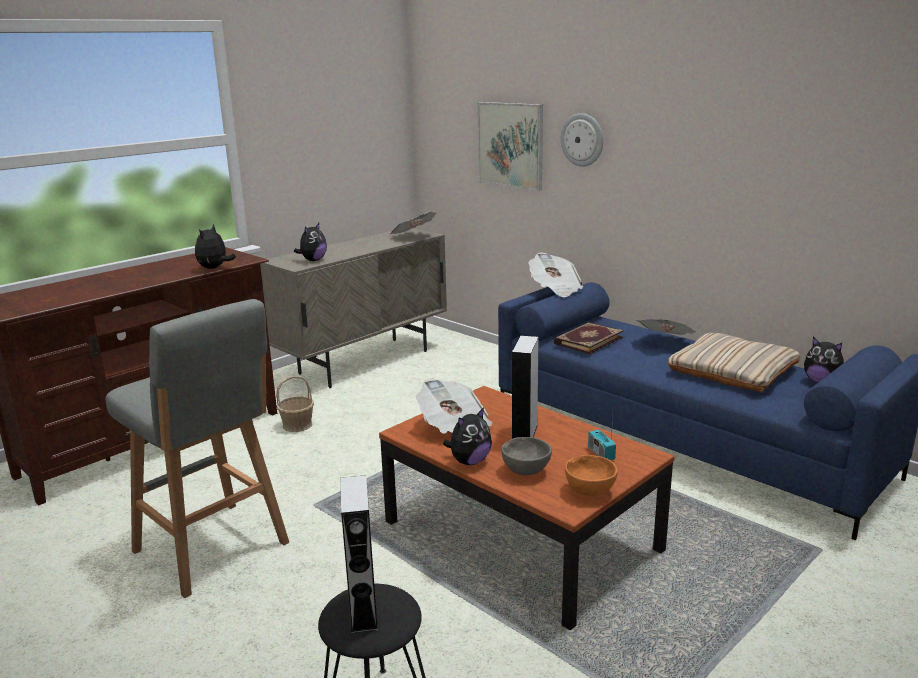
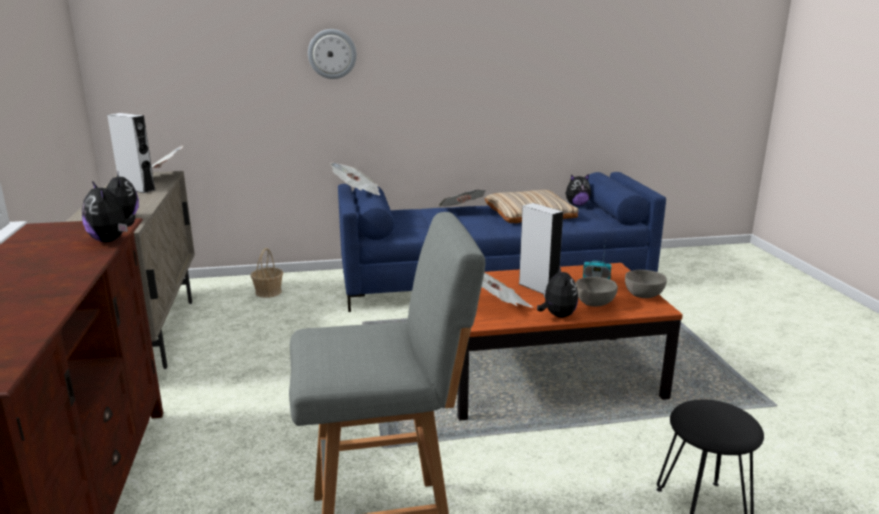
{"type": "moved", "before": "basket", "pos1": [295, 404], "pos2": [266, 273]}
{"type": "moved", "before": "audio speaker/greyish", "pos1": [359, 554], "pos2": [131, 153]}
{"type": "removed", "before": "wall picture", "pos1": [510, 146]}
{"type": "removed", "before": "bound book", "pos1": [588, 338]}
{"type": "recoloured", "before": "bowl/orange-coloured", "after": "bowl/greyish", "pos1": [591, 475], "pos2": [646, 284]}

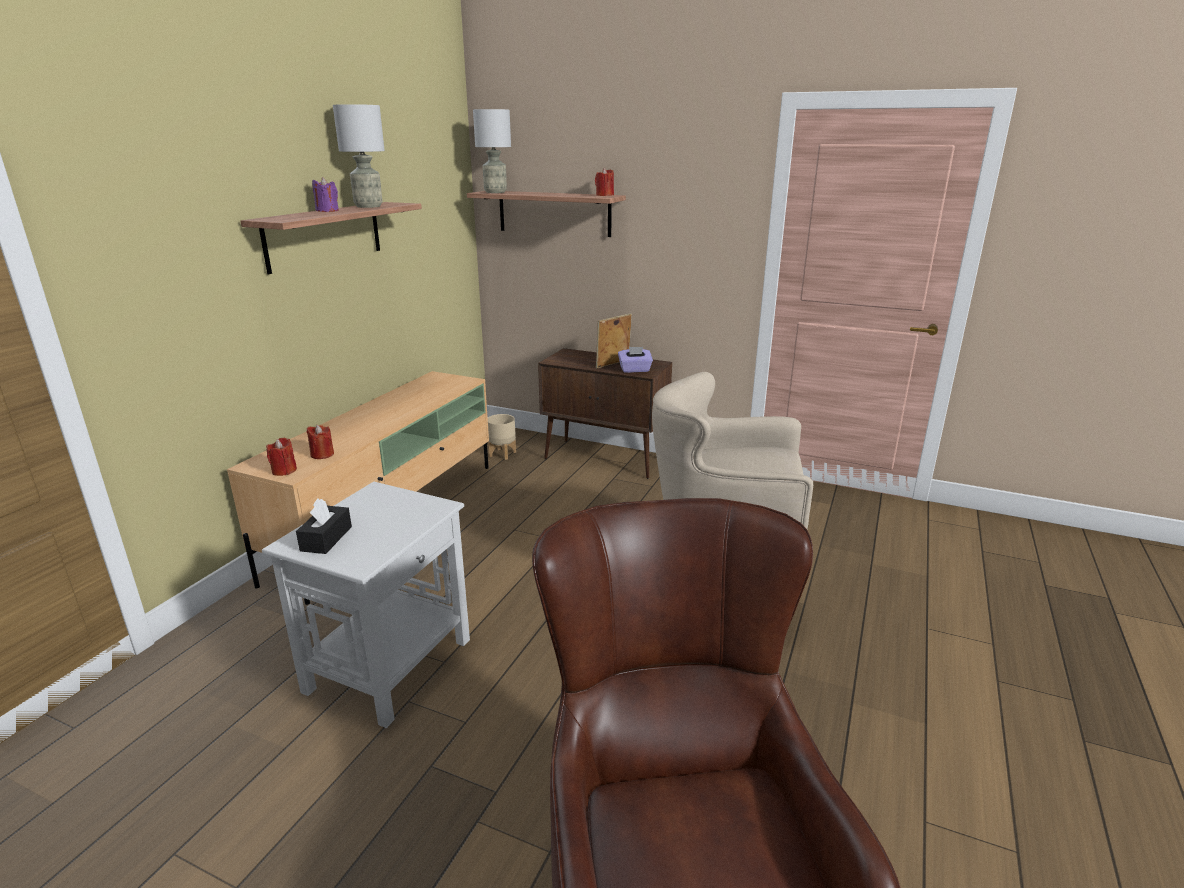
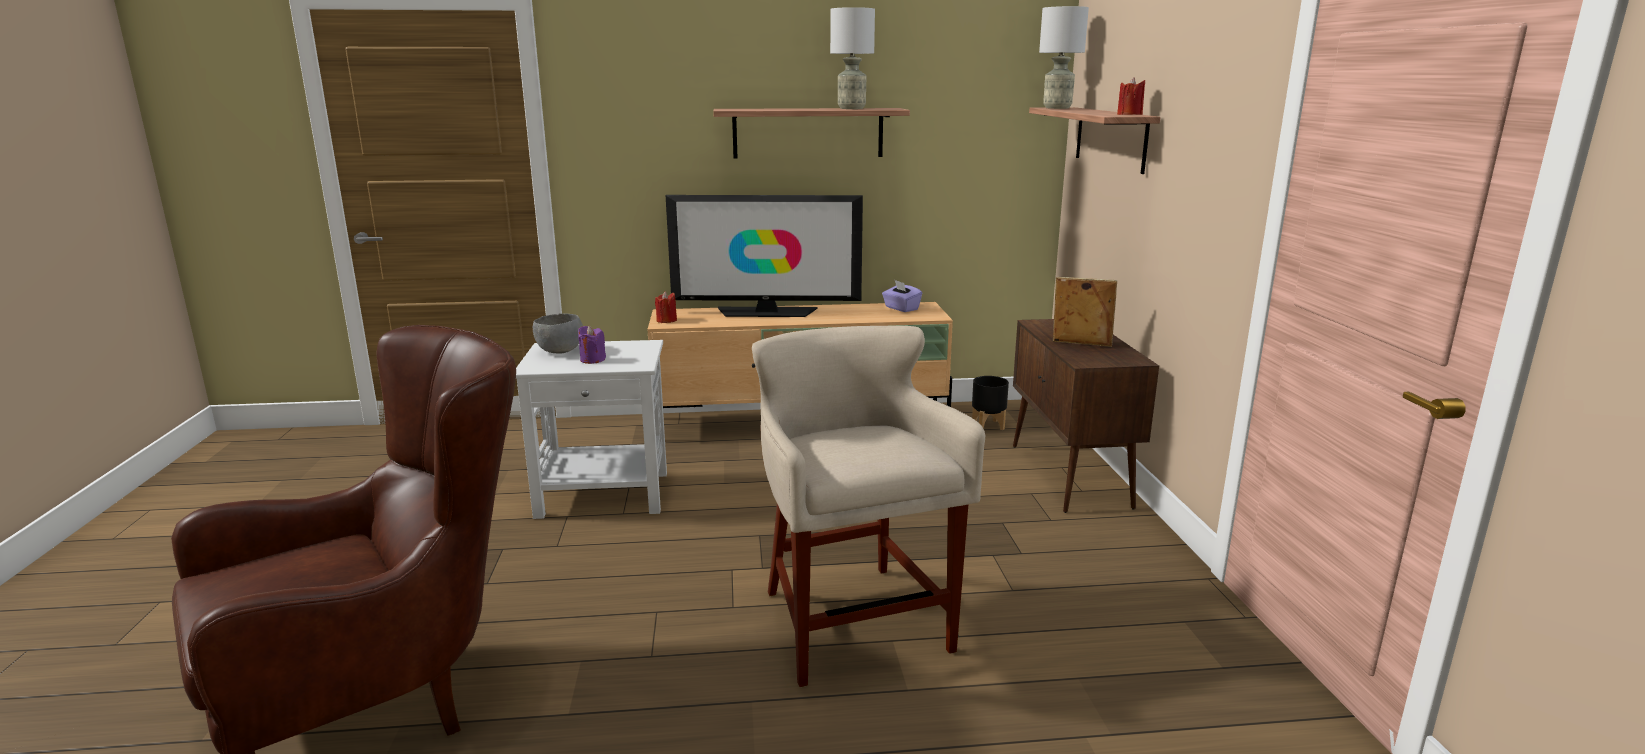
{"type": "replaced", "before": "box of tissues/blackish", "after": "bowl/greyish", "pos1": [324, 526], "pos2": [558, 333]}
{"type": "removed", "before": "wax candle/red-coloured", "pos1": [320, 442]}
{"type": "moved", "before": "wax candle/purple", "pos1": [325, 194], "pos2": [592, 344]}
{"type": "recoloured", "before": "plant pot/sand-coloured", "after": "plant pot/blackish", "pos1": [502, 437], "pos2": [990, 403]}
{"type": "moved", "before": "box of tissues/purple", "pos1": [635, 360], "pos2": [902, 296]}
{"type": "added", "after": "TV", "pos2": [764, 256]}

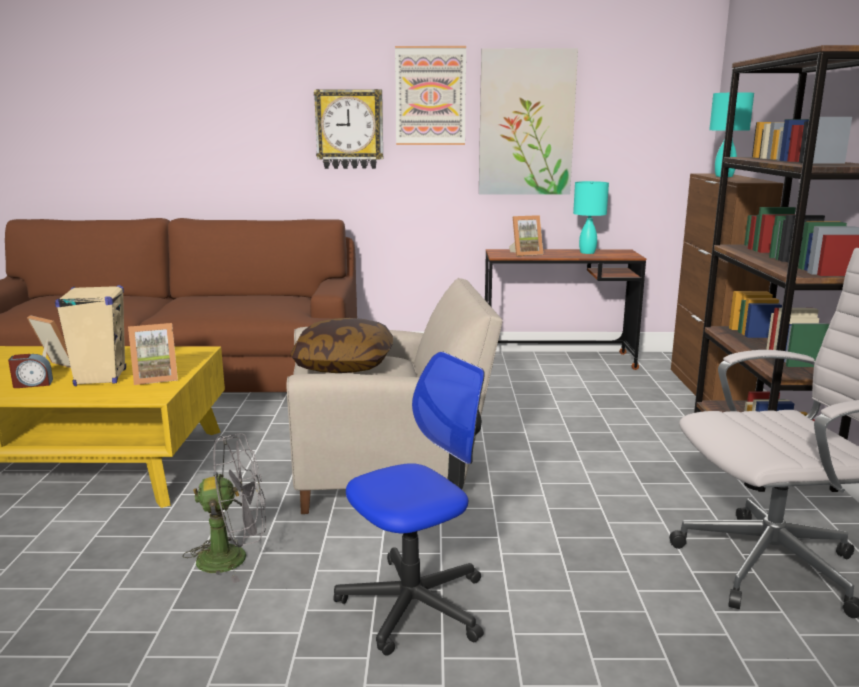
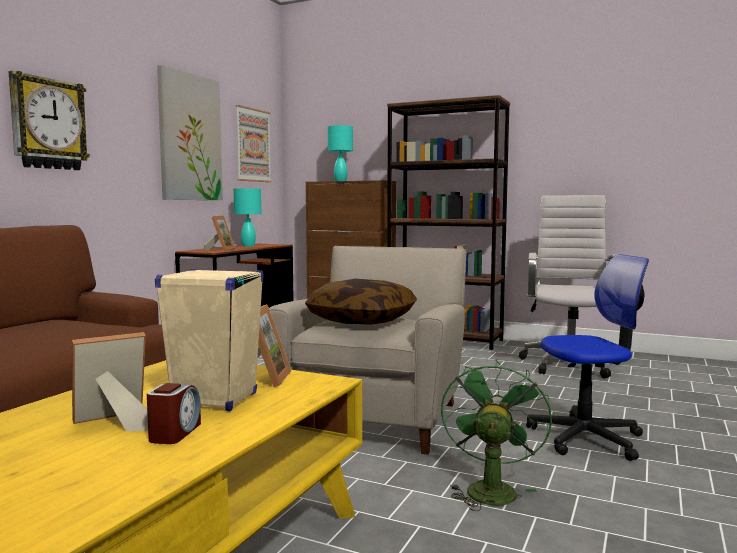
{"type": "recoloured", "before": "cooling fan/greyish", "after": "cooling fan/green-coloured", "pos1": [224, 508], "pos2": [496, 435]}
{"type": "turned", "before": "office chair", "pos1": [409, 504], "pos2": [587, 357], "turn": 90}
{"type": "moved", "before": "wall picture", "pos1": [430, 95], "pos2": [254, 143]}

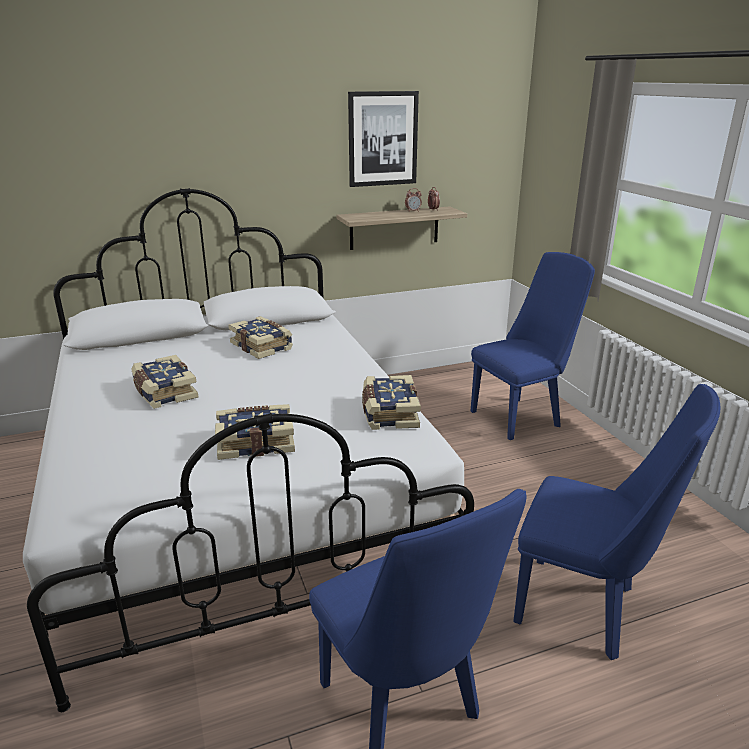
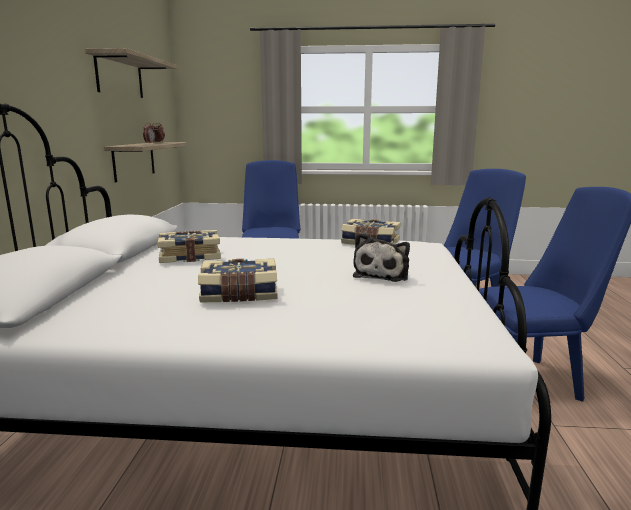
{"type": "replaced", "before": "bound book", "after": "plush toy", "pos1": [255, 432], "pos2": [381, 257]}
{"type": "replaced", "before": "wall picture", "after": "wall shelf", "pos1": [383, 139], "pos2": [131, 73]}

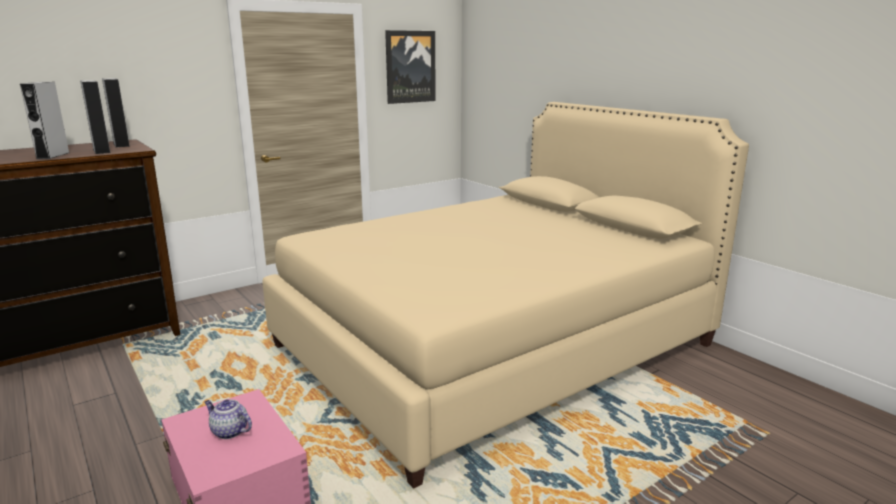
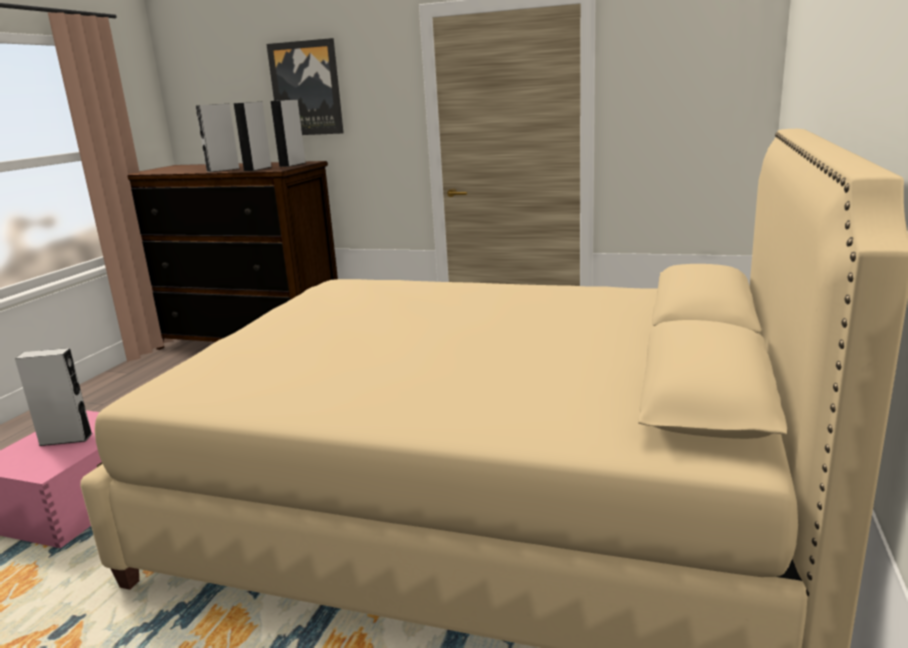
{"type": "replaced", "before": "teapot", "after": "audio speaker/greyish", "pos1": [228, 419], "pos2": [53, 397]}
{"type": "moved", "before": "wall picture", "pos1": [410, 67], "pos2": [305, 86]}

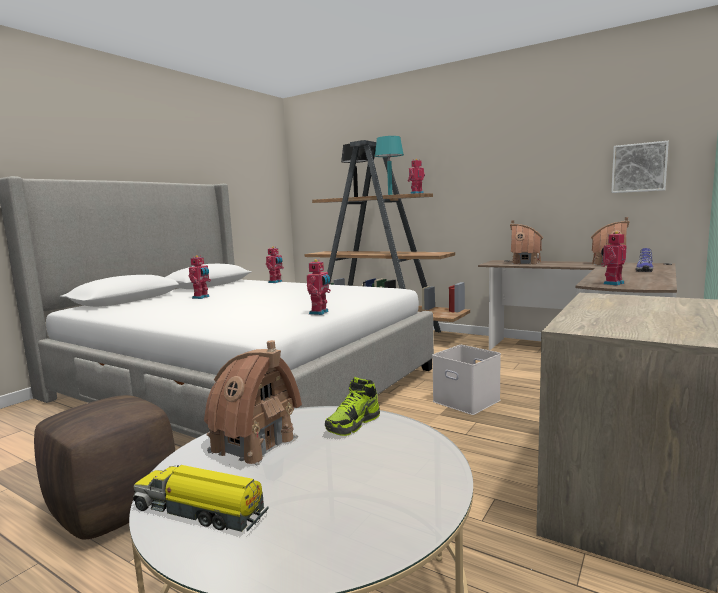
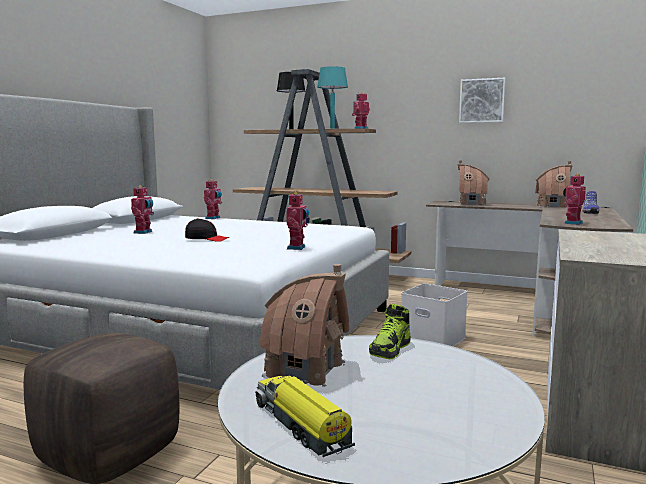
{"type": "turned", "before": "toy truck", "pos1": [201, 498], "pos2": [305, 416], "turn": 45}
{"type": "moved", "before": "wall picture", "pos1": [640, 167], "pos2": [482, 100]}
{"type": "added", "after": "peaked cap/blackish", "pos2": [207, 230]}

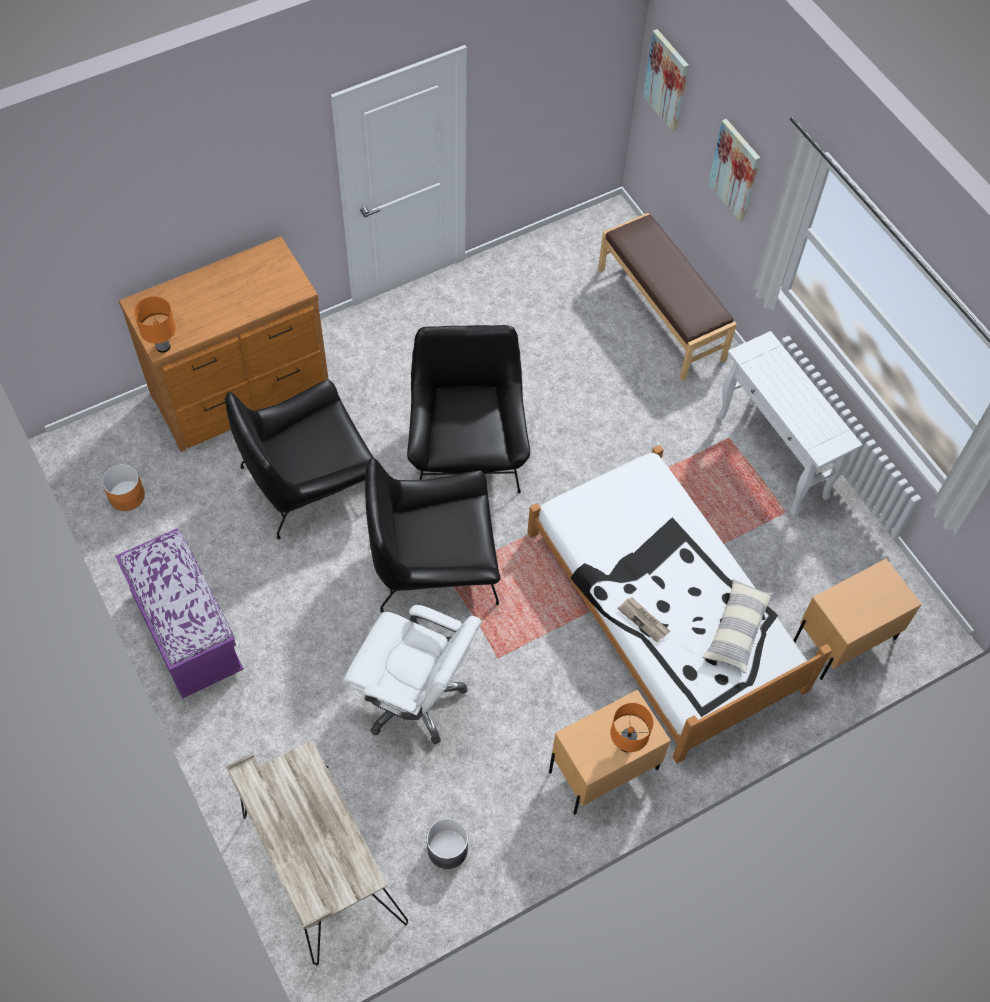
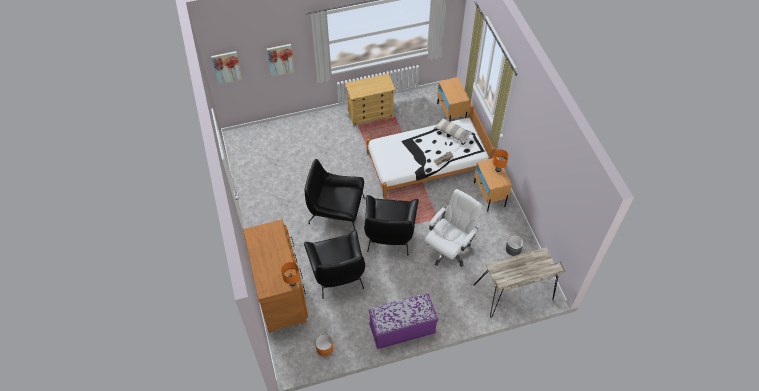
{"type": "removed", "before": "bench/brownish", "pos1": [667, 297]}
{"type": "replaced", "before": "hall table/whitish", "after": "drawer chest/sand-coloured", "pos1": [789, 423], "pos2": [370, 100]}

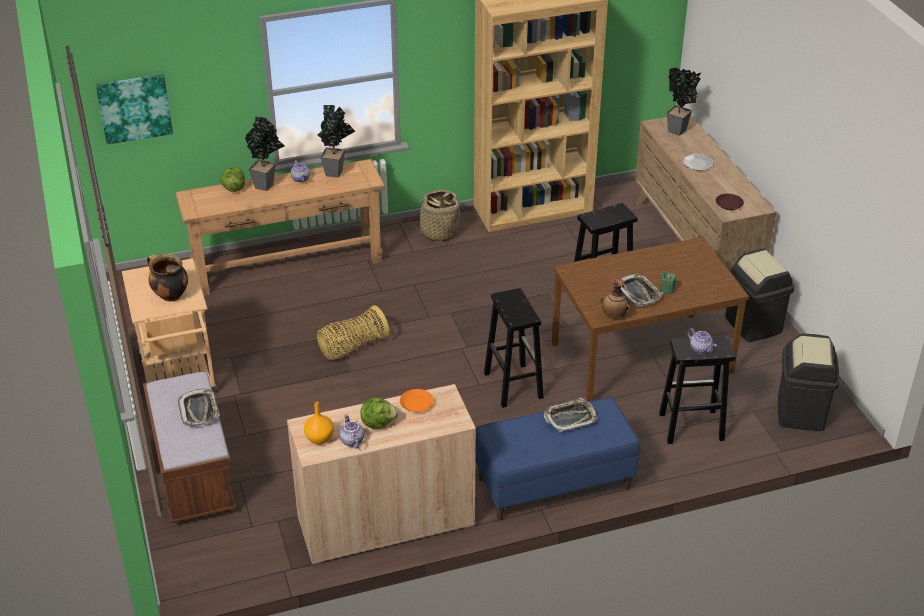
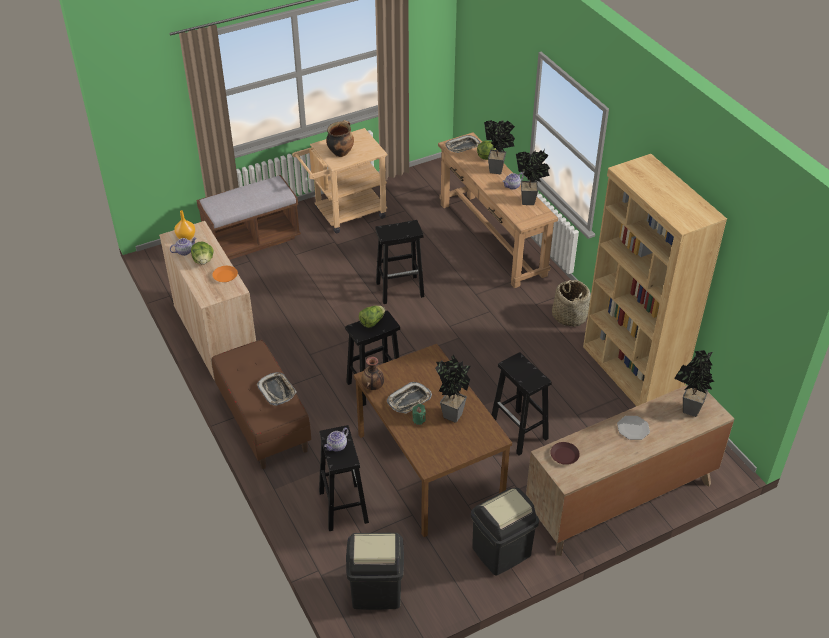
{"type": "removed", "before": "wall picture", "pos1": [134, 109]}
{"type": "moved", "before": "carrying tray", "pos1": [199, 408], "pos2": [463, 144]}
{"type": "replaced", "before": "basket", "after": "sitting stool/blackish", "pos1": [353, 332], "pos2": [399, 262]}
{"type": "recoloured", "before": "bench/blue", "after": "bench/brownish", "pos1": [557, 458], "pos2": [261, 404]}
{"type": "added", "after": "lettuce", "pos2": [372, 317]}
{"type": "added", "after": "potted plant", "pos2": [453, 389]}

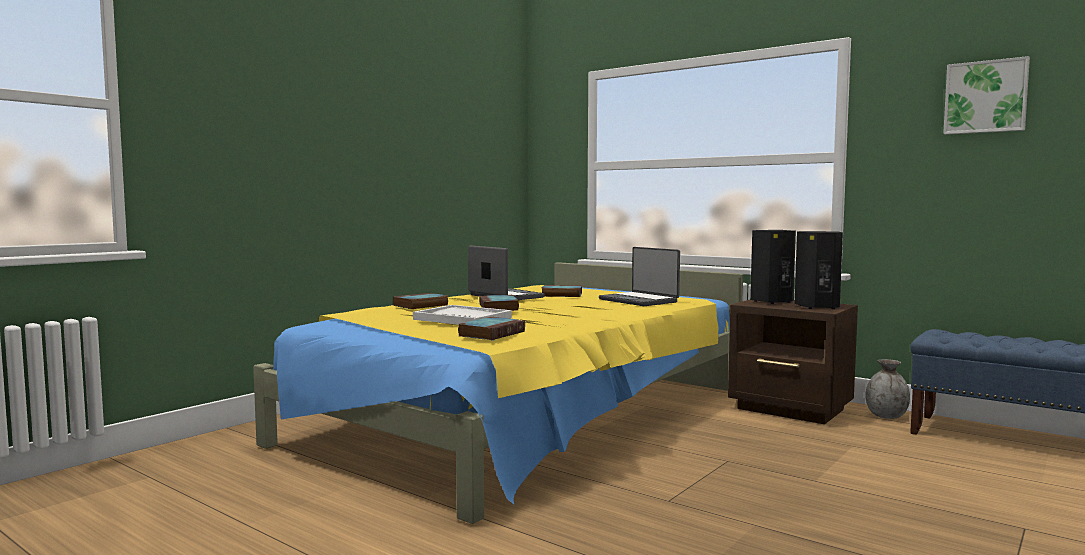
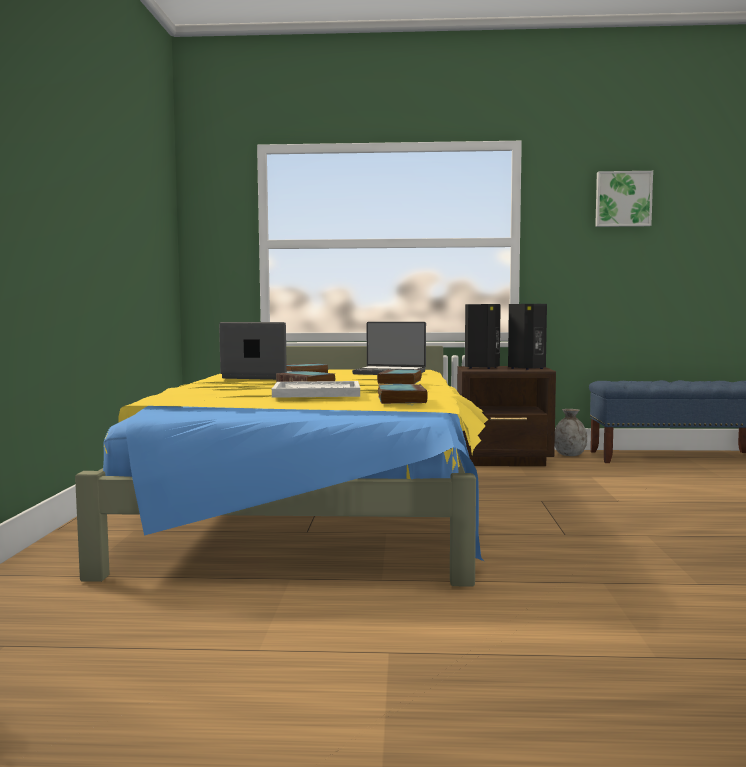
{"type": "moved", "before": "bound book", "pos1": [420, 301], "pos2": [399, 377]}

